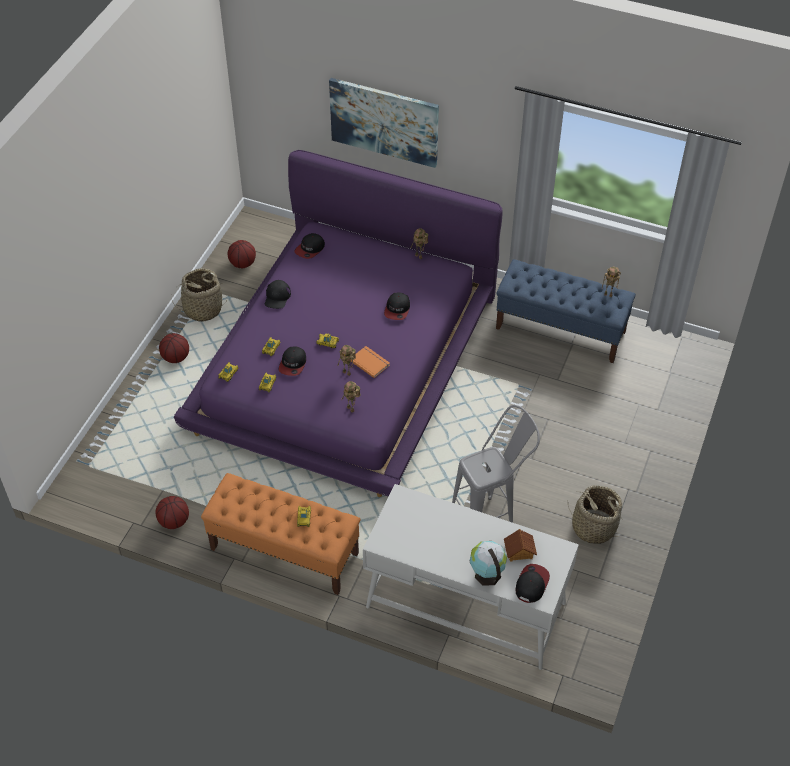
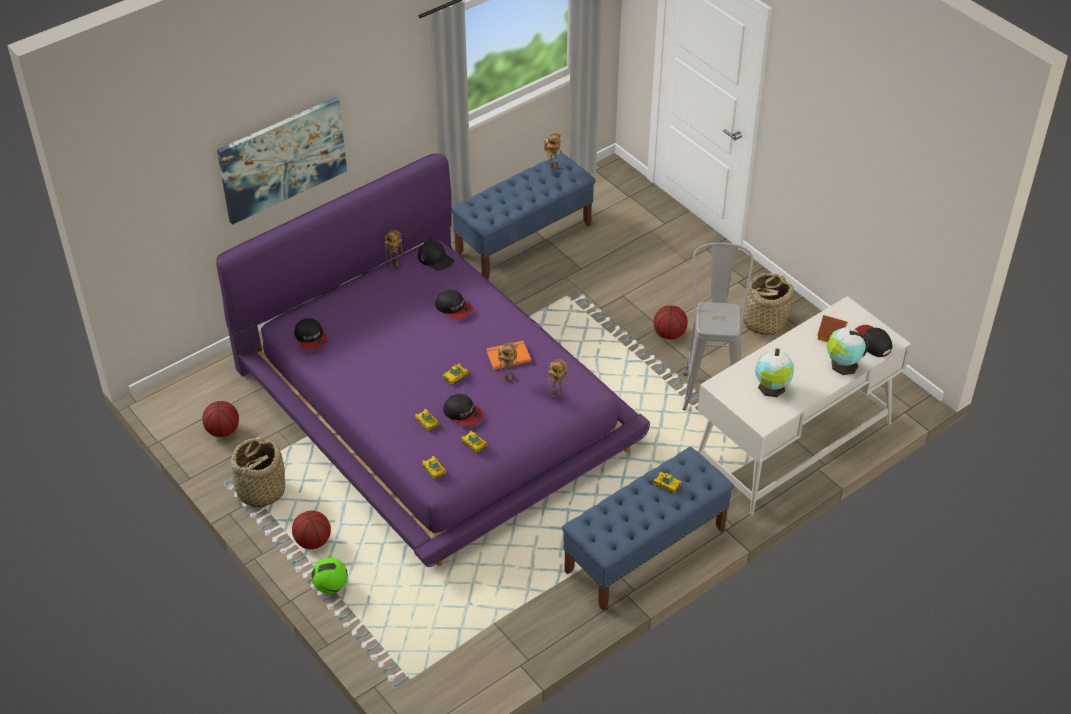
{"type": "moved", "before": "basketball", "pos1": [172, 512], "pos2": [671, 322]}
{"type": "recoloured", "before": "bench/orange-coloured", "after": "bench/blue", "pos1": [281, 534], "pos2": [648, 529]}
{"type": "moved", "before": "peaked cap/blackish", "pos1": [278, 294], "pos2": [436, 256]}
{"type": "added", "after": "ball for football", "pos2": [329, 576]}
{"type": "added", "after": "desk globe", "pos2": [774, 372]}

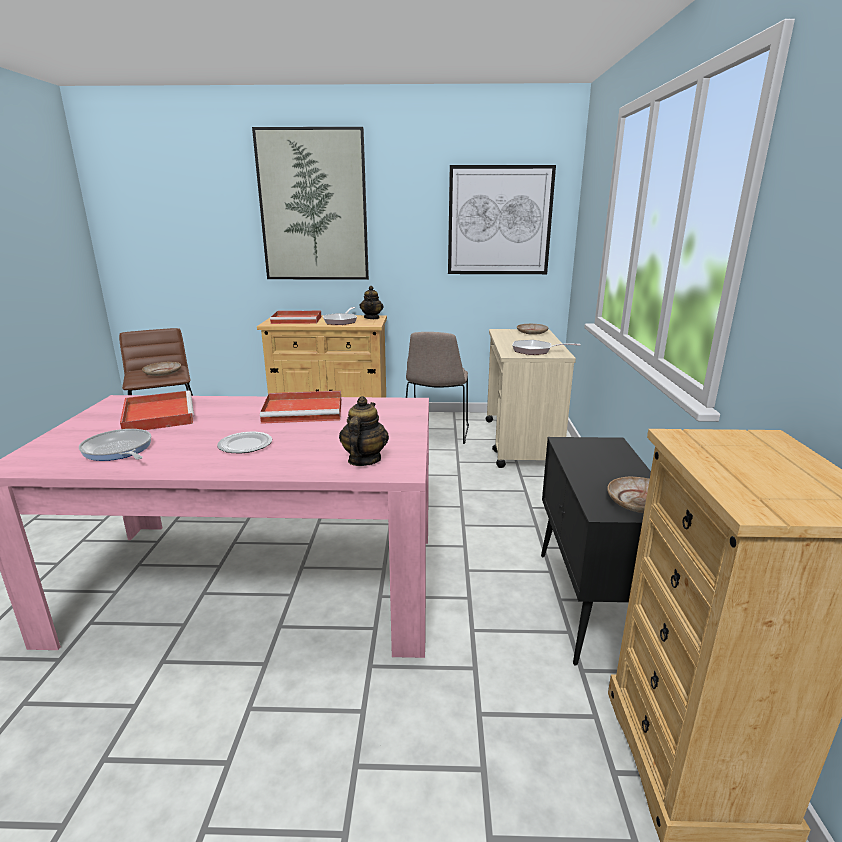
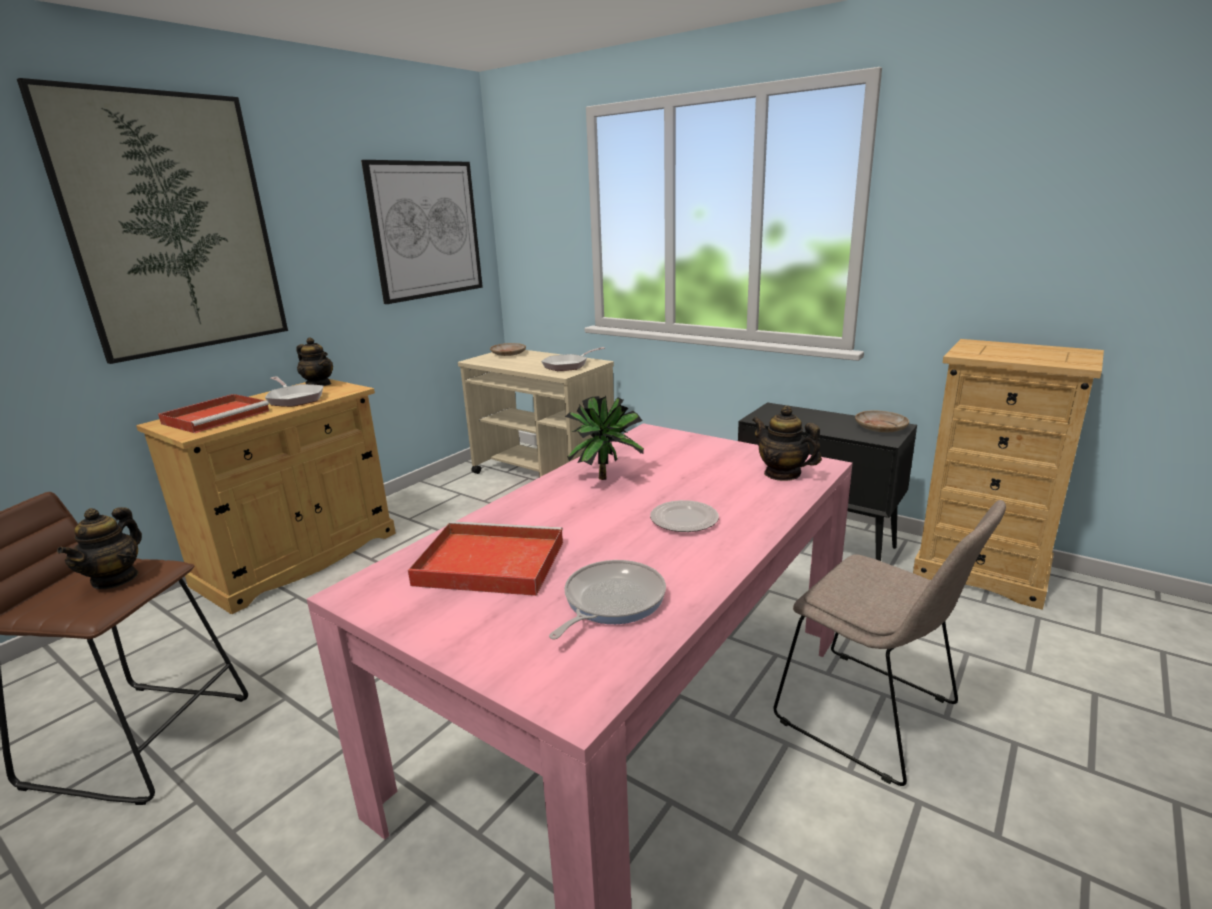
{"type": "turned", "before": "frying pan", "pos1": [115, 445], "pos2": [607, 600], "turn": 135}
{"type": "replaced", "before": "plate/sand-coloured", "after": "teapot", "pos1": [161, 369], "pos2": [99, 548]}
{"type": "replaced", "before": "carrying tray/red-coloured", "after": "potted plant", "pos1": [300, 407], "pos2": [604, 437]}
{"type": "moved", "before": "upright chair/sand-coloured", "pos1": [437, 388], "pos2": [890, 643]}

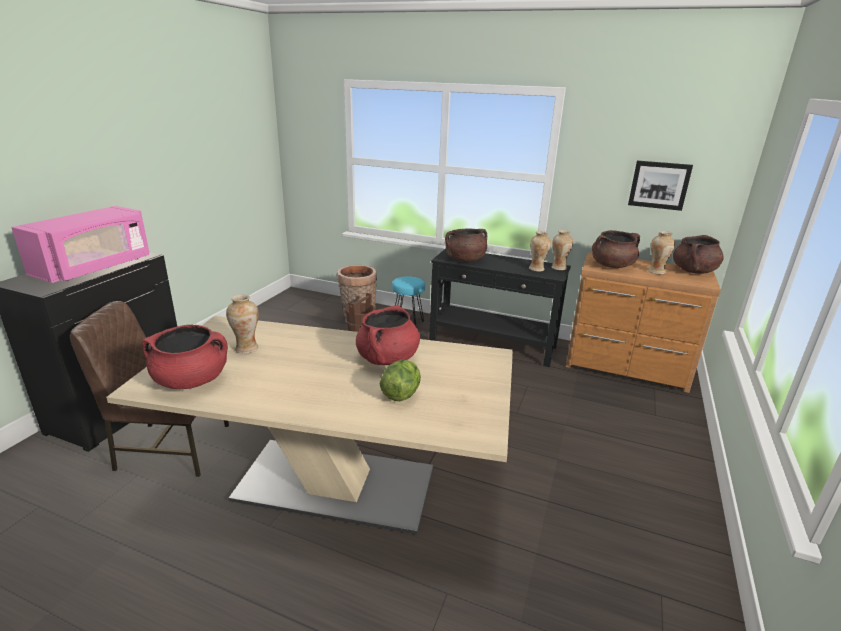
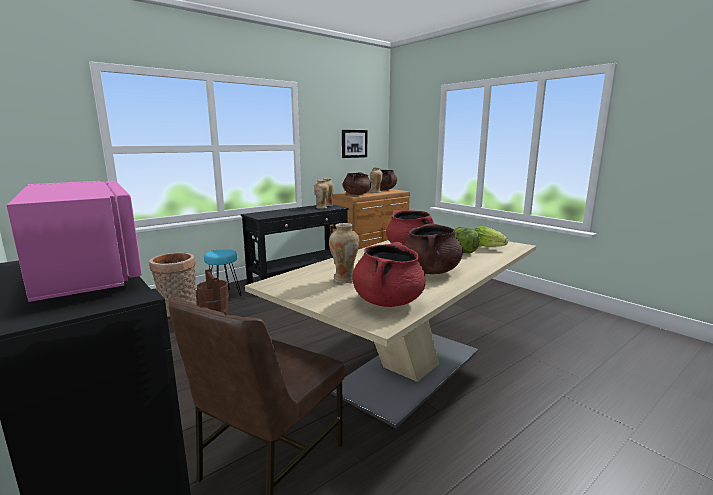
{"type": "moved", "before": "saucepot/brownish", "pos1": [466, 245], "pos2": [433, 249]}
{"type": "added", "after": "lettuce", "pos2": [491, 236]}

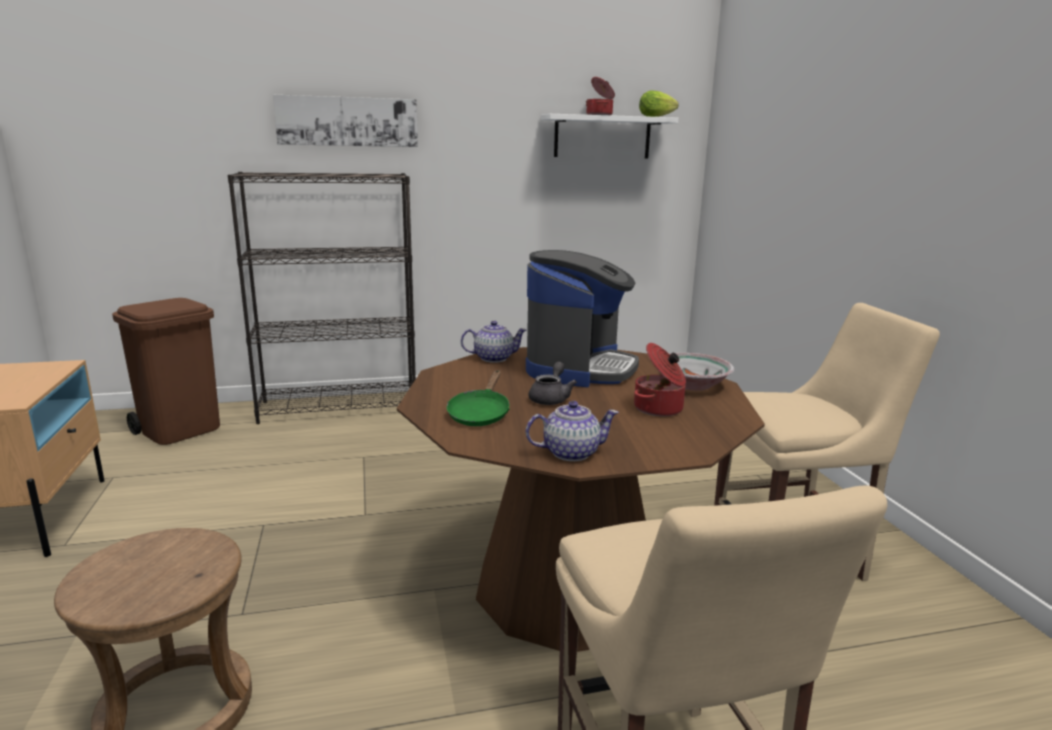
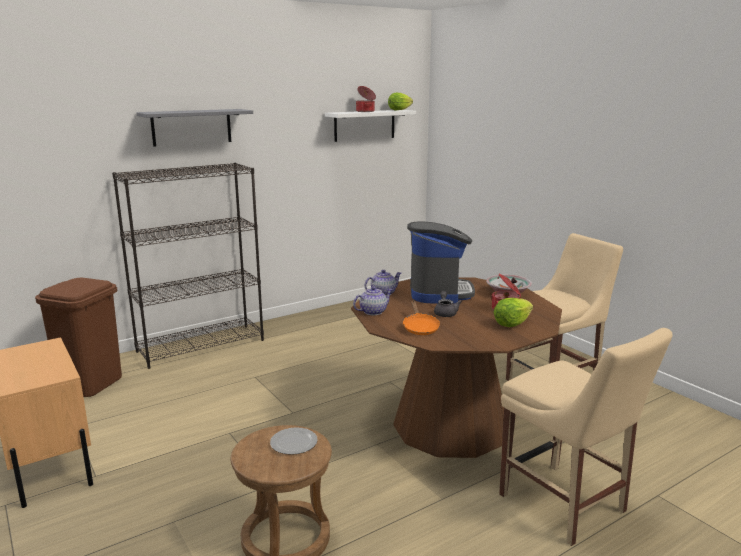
{"type": "replaced", "before": "wall picture", "after": "wall shelf/greyish", "pos1": [345, 121], "pos2": [194, 128]}
{"type": "recoloured", "before": "frying pan/green-coloured", "after": "frying pan/orange-coloured", "pos1": [478, 398], "pos2": [421, 318]}
{"type": "moved", "before": "teapot", "pos1": [572, 431], "pos2": [373, 300]}
{"type": "added", "after": "plate", "pos2": [294, 441]}
{"type": "added", "after": "lettuce", "pos2": [513, 312]}

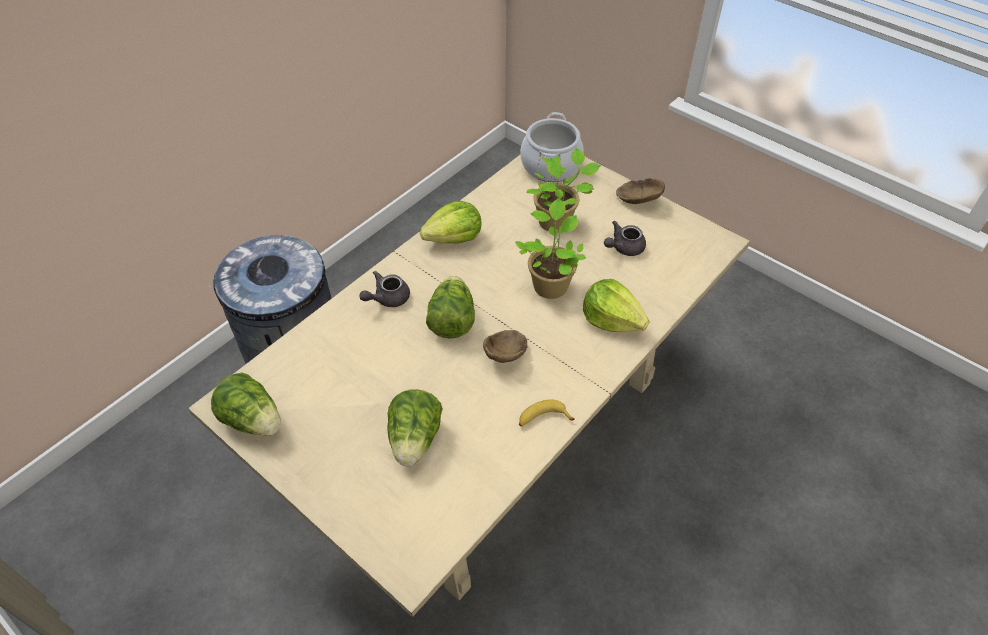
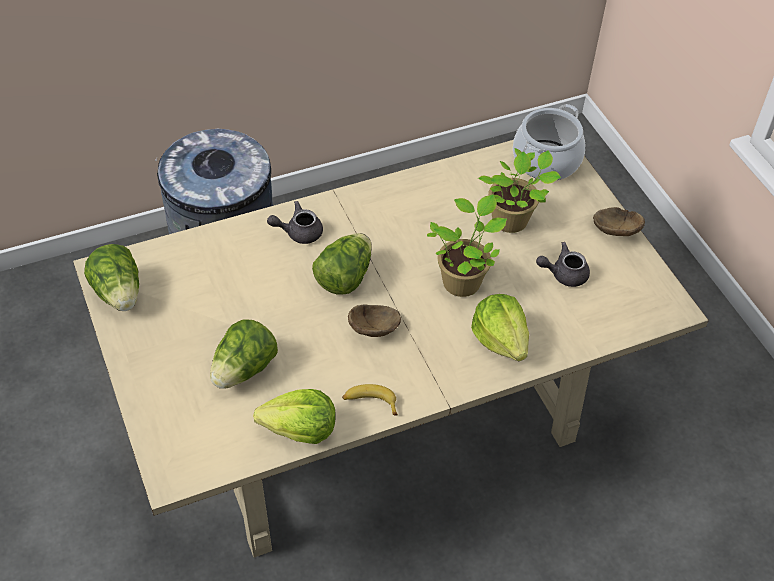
{"type": "moved", "before": "lettuce", "pos1": [451, 222], "pos2": [294, 416]}

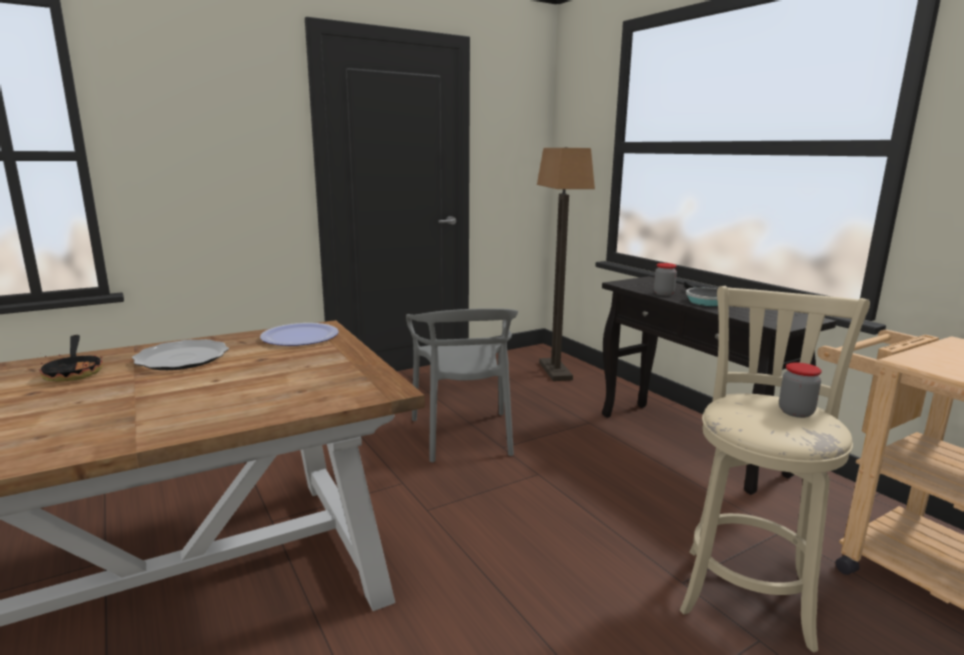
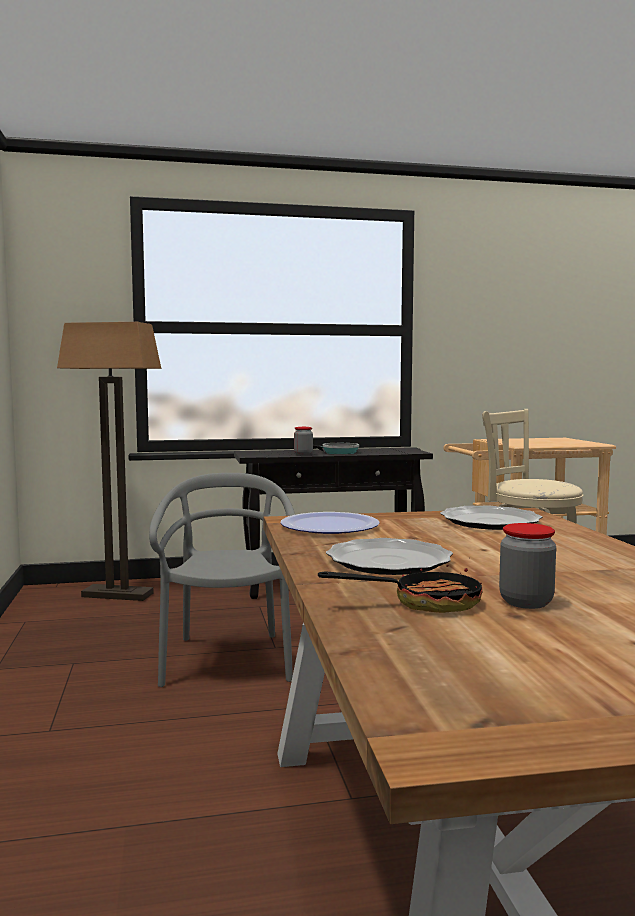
{"type": "turned", "before": "upright chair/greyish", "pos1": [462, 385], "pos2": [222, 580], "turn": -105}
{"type": "moved", "before": "jar", "pos1": [800, 390], "pos2": [527, 566]}
{"type": "added", "after": "plate", "pos2": [491, 517]}

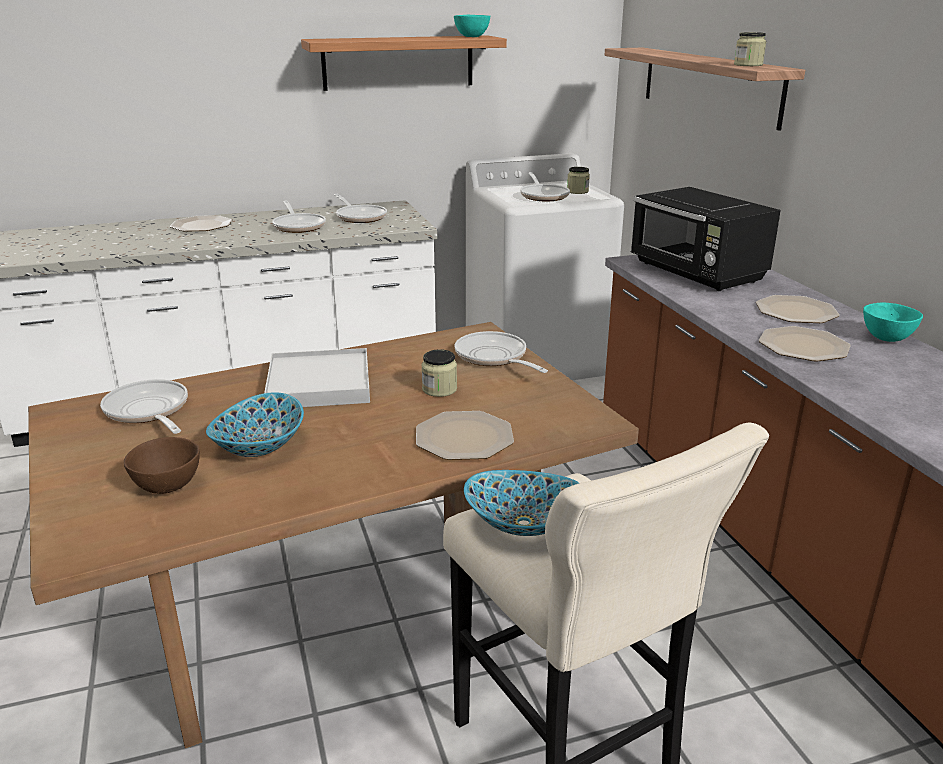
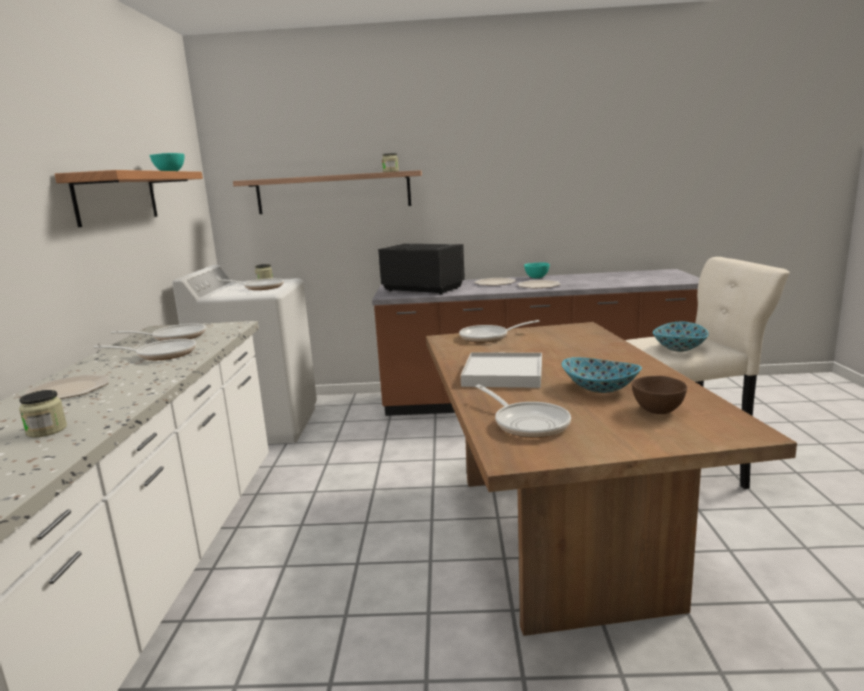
{"type": "turned", "before": "frying pan", "pos1": [144, 406], "pos2": [523, 411], "turn": -105}
{"type": "removed", "before": "plate", "pos1": [465, 435]}
{"type": "moved", "before": "jar", "pos1": [439, 373], "pos2": [43, 413]}
{"type": "turned", "before": "kitchen microwave/blackish", "pos1": [706, 239], "pos2": [421, 269], "turn": -135}

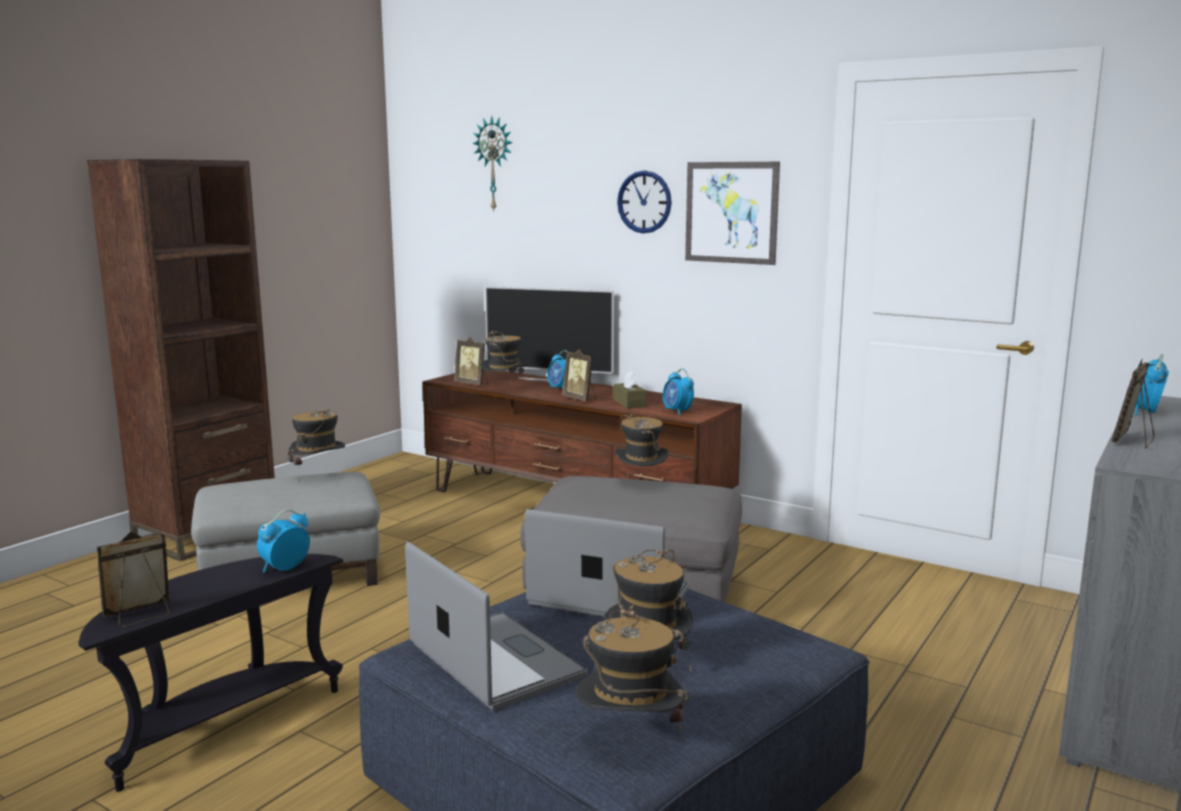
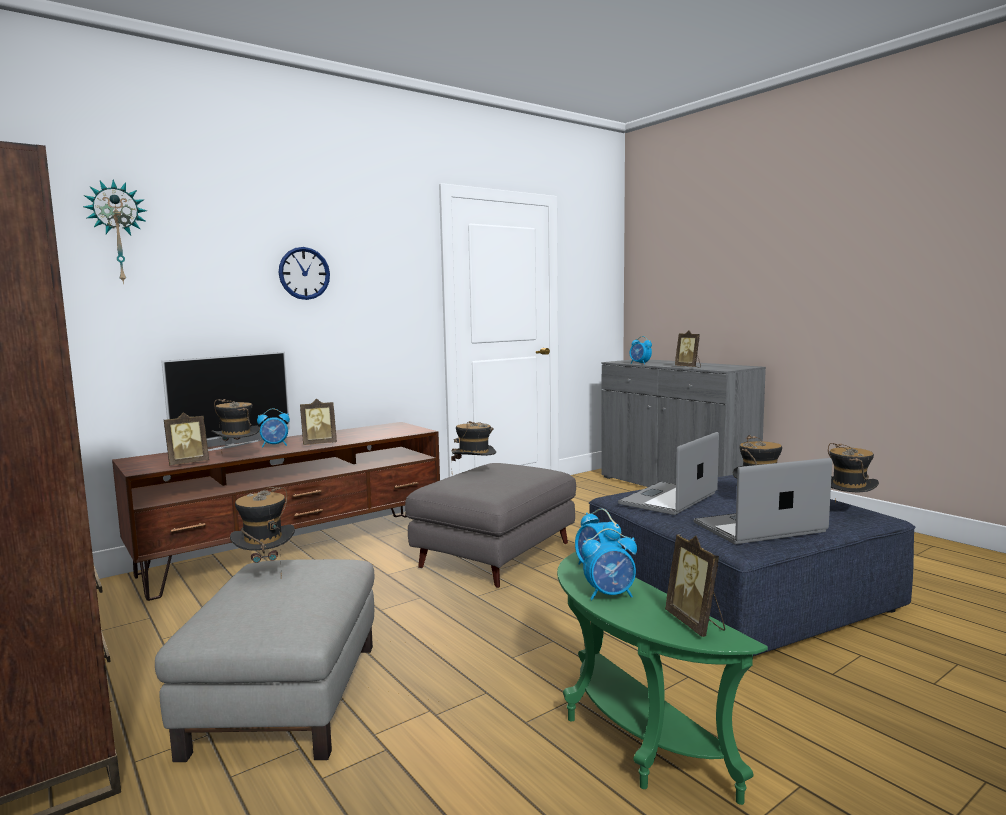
{"type": "recoloured", "before": "end table/blackish", "after": "end table/green-coloured", "pos1": [210, 673], "pos2": [662, 678]}
{"type": "removed", "before": "box of tissues/brownish", "pos1": [629, 390]}
{"type": "moved", "before": "table clock", "pos1": [678, 392], "pos2": [609, 564]}
{"type": "removed", "before": "wall picture", "pos1": [732, 213]}

